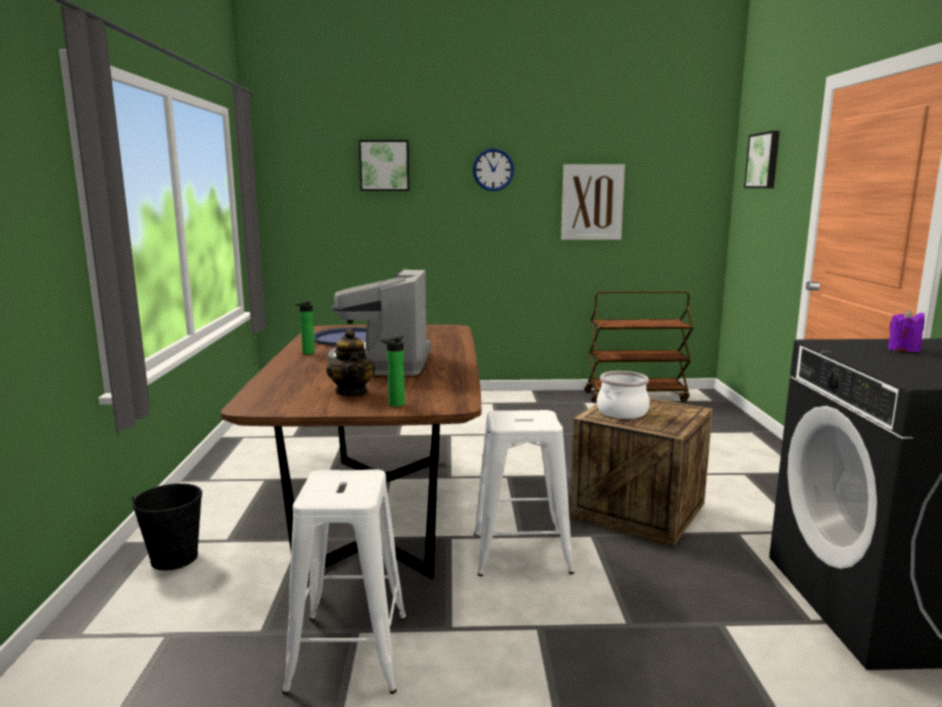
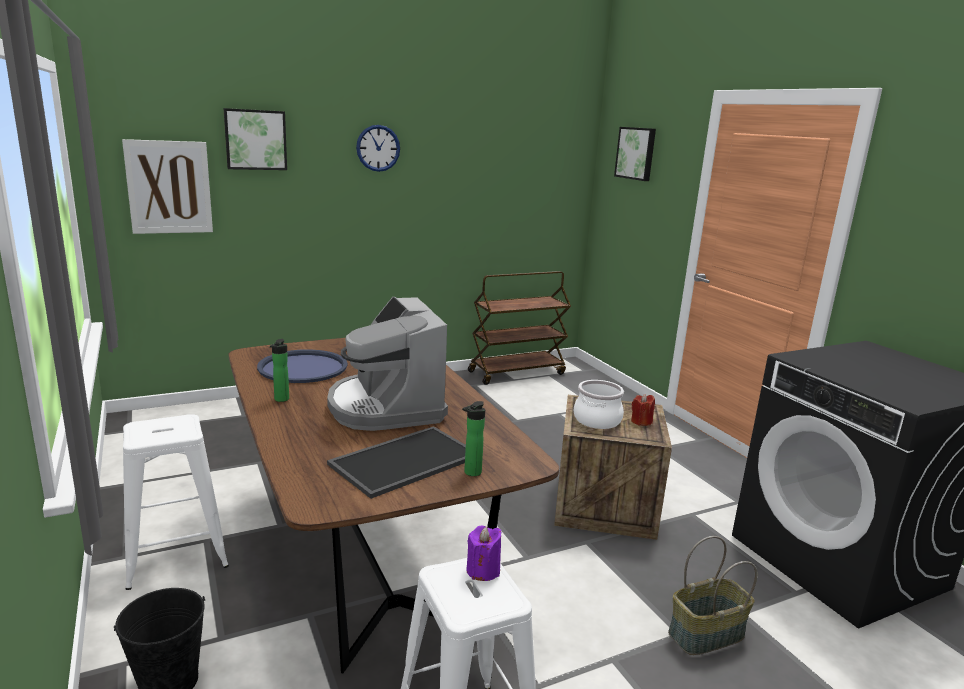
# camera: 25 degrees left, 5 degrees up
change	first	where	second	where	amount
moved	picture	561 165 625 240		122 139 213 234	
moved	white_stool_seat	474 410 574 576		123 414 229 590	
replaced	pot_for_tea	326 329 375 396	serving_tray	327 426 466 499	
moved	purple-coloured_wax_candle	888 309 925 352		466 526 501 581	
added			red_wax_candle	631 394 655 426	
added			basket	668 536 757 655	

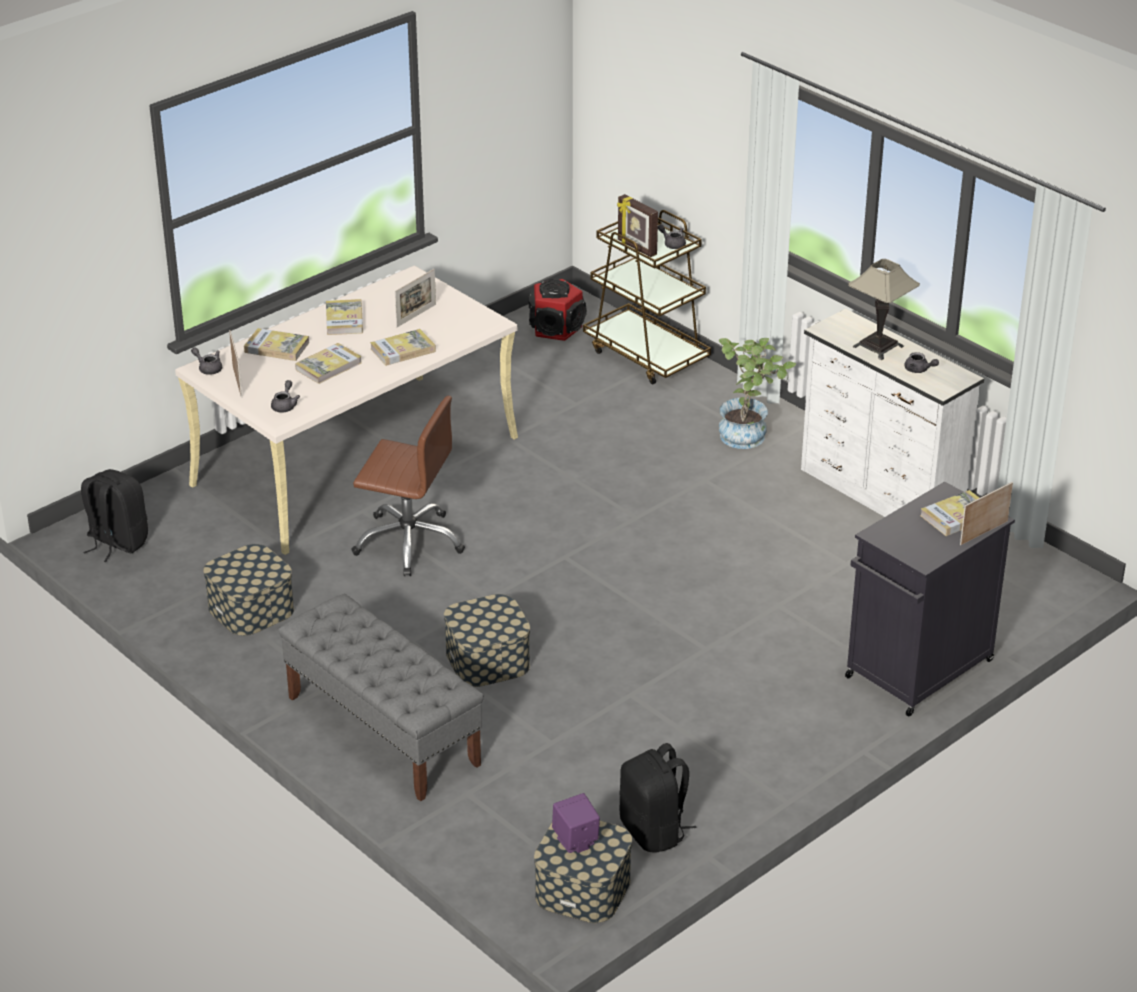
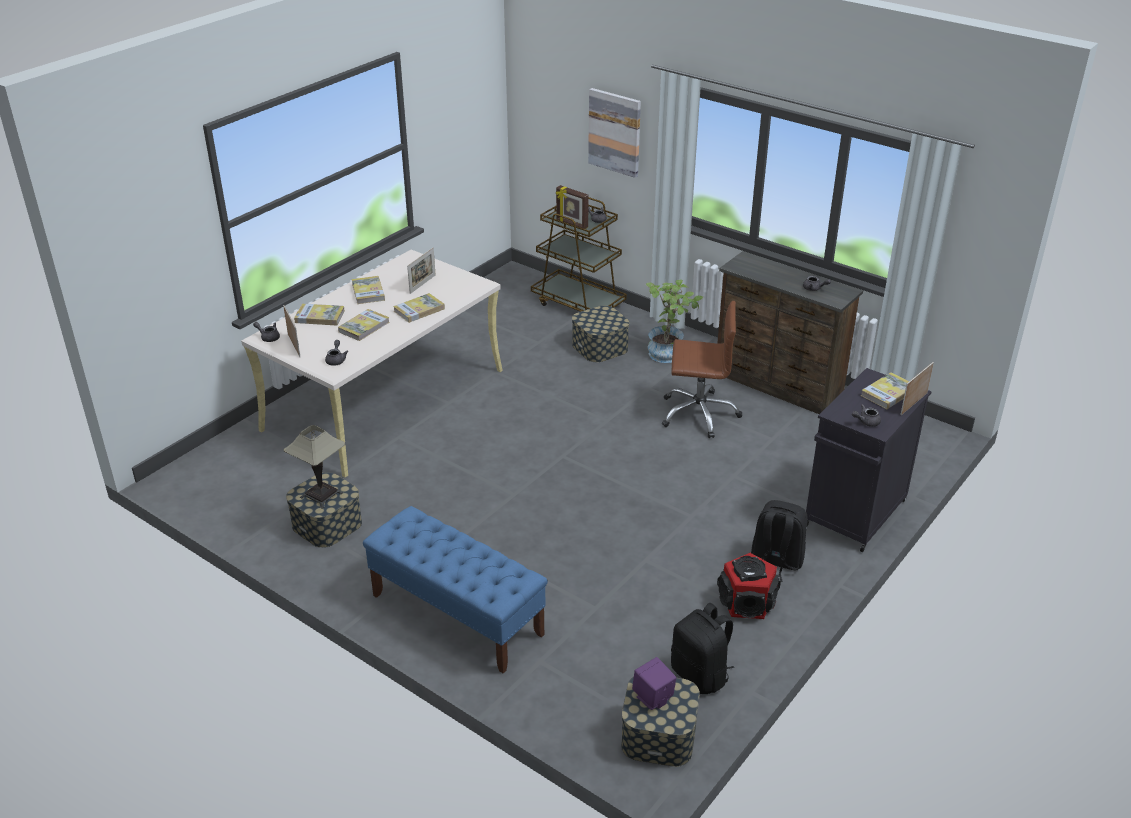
# camera: 10 degrees left, 0 degrees up
change	first	where	second	where	amount
moved	tabletop_lamp	848 259 920 360		284 425 345 509	
recoloured	gray_long_seat	278 594 484 802	bluish_long_seat	363 506 548 673	
moved	storage_container	444 594 530 687		572 306 630 362	
added			picture	588 88 641 178	
moved	brown_computer_chair	351 396 465 576		662 301 742 438	
recoloured	white_dresser	801 308 984 517	brown_dresser	717 251 863 414	
moved	speaker	529 279 587 341		717 553 781 619	
moved	black-coloured_rucksack	81 469 148 562		751 500 808 582	
added			gray_pot_for_tea	852 404 881 427	

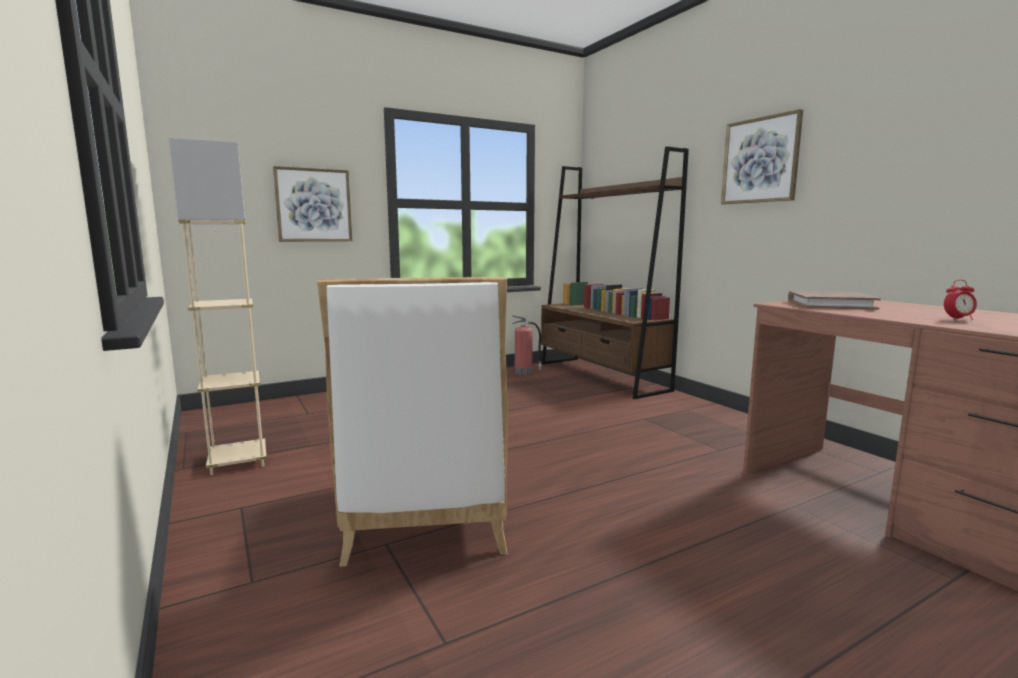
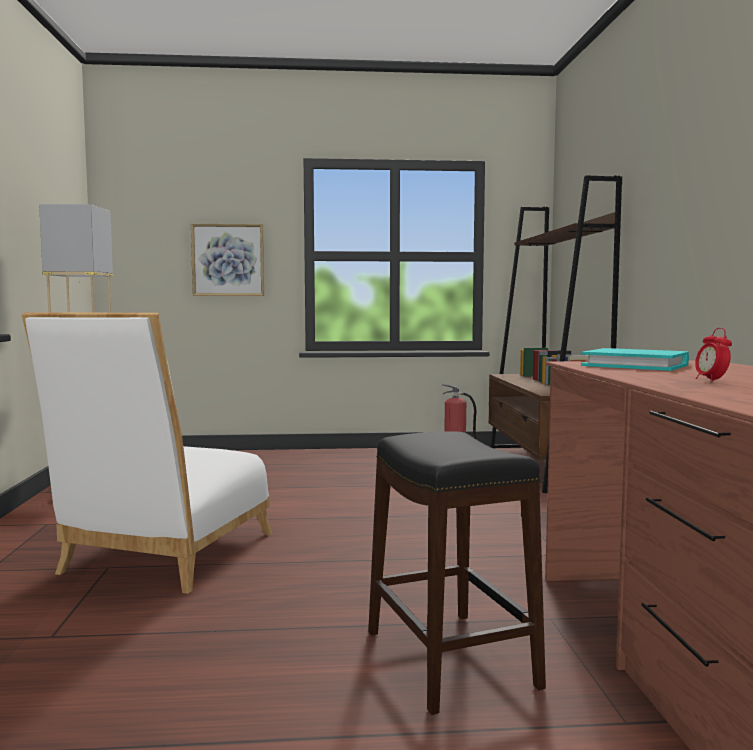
# camera: 25 degrees right, 5 degrees down
change	first	where	second	where	amount
added			black-coloured_stool_seat	368 431 546 715	
recoloured	brown_volume	788 291 881 310	blue-green_volume	581 348 689 371	
turned	alarm_clock	944 280 977 320		695 328 732 382	60 degrees clockwise
removed	picture	721 109 803 204			

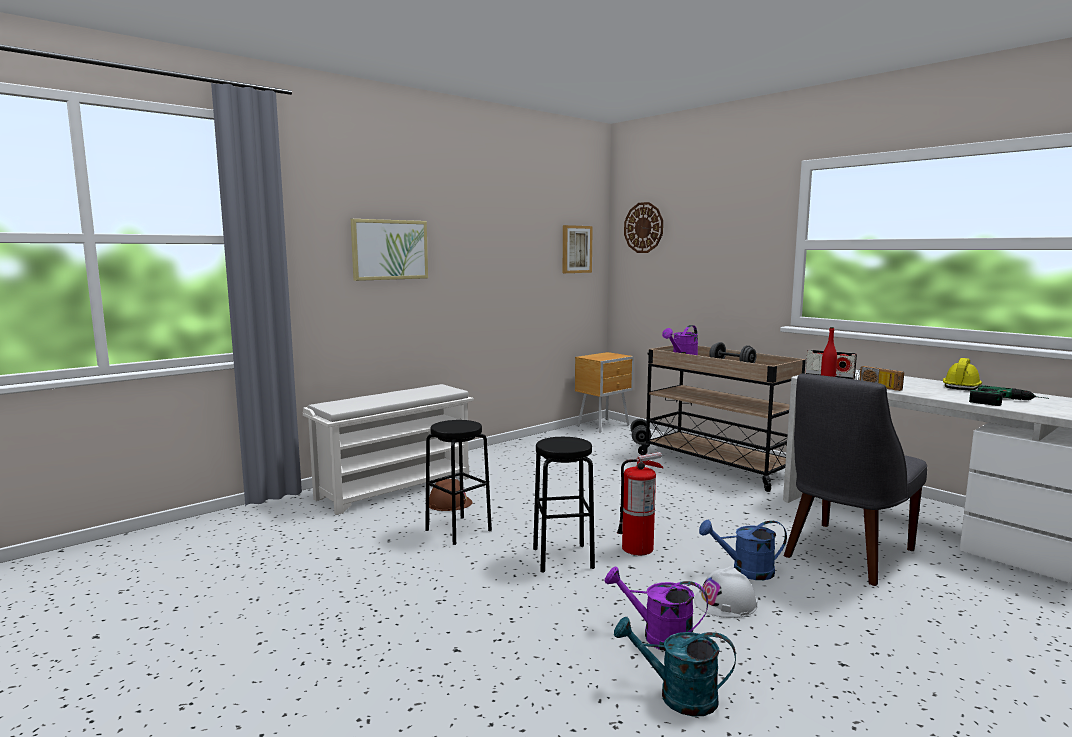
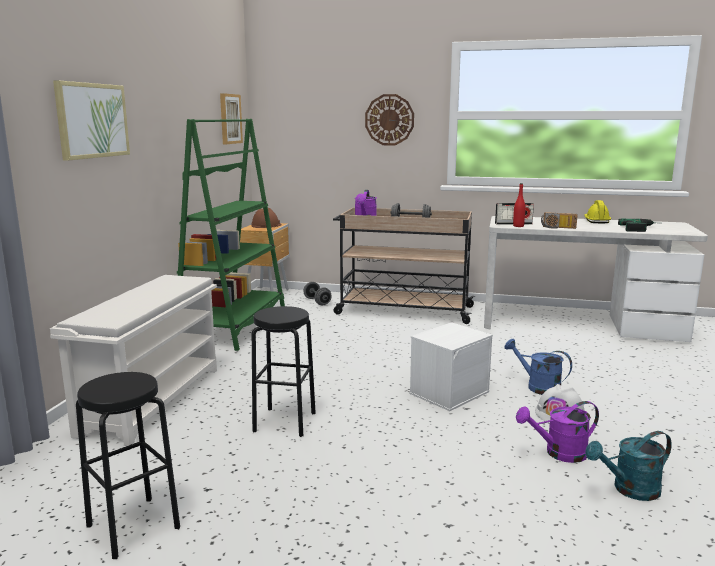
# camera: 35 degrees left, 5 degrees up
change	first	where	second	where	amount
moved	black-coloured_stool_seat	533 437 595 573		76 372 180 559	
added			greenish_shelving_unit	177 119 285 351	
moved	brown_safety_helmet	429 479 473 511		251 208 282 228	
moved	hanging_clock	624 202 663 253		365 94 414 145	
replaced	fire-fighting_cylinder	617 452 664 555	white_storage_container	409 322 493 411	
turned	bluish_watering_can	699 520 787 580		504 339 572 395	75 degrees clockwise
removed	gray_upright_chair	784 374 927 586			

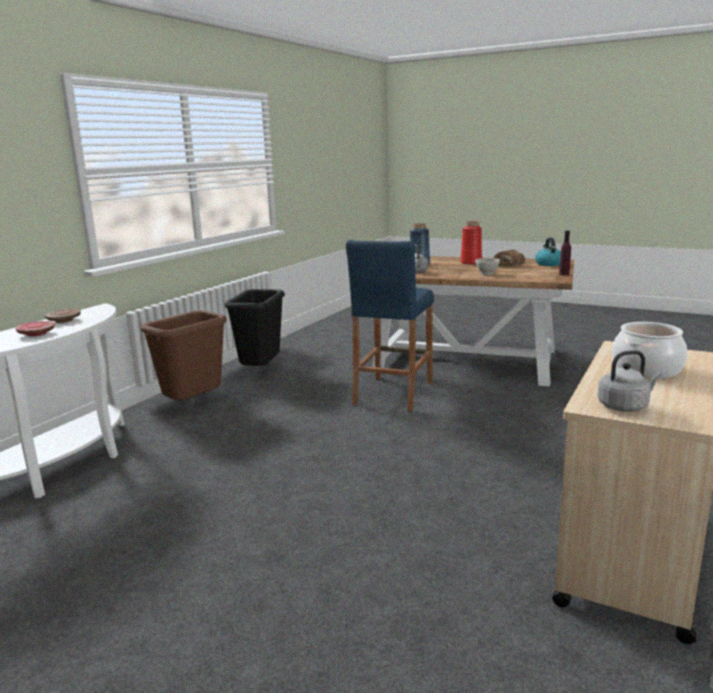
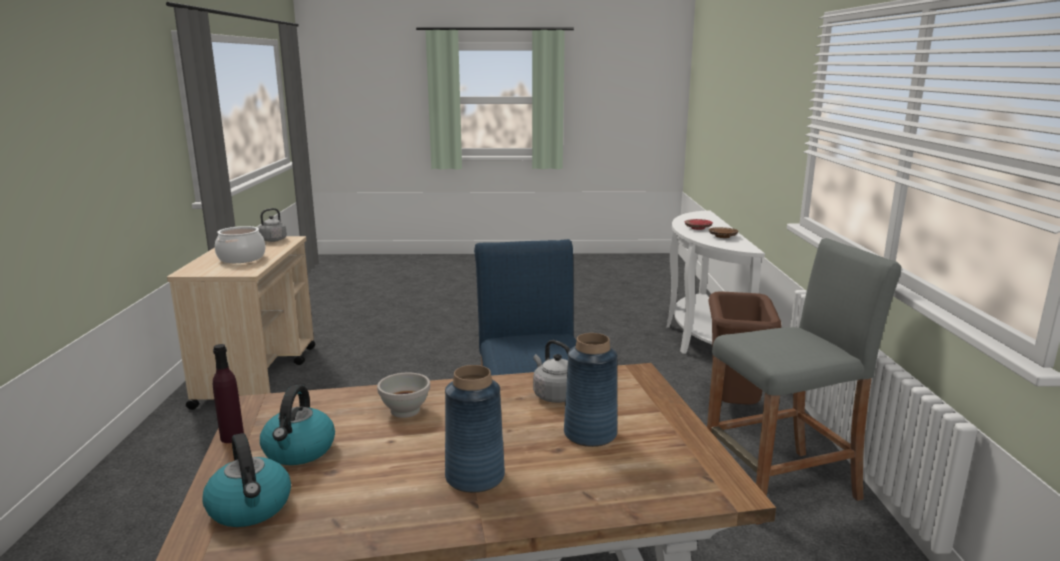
# camera: 150 degrees right, 0 degrees up
change	first	where	second	where	amount
added			water_kettle	260 385 335 465	
recoloured	red_decorative_vase	461 221 482 265	bluish_decorative_vase	445 365 505 493	
replaced	black-coloured_trash_can	224 289 285 366	gray_stool_seat	707 238 901 525	
removed	baked_bread	493 250 525 267			

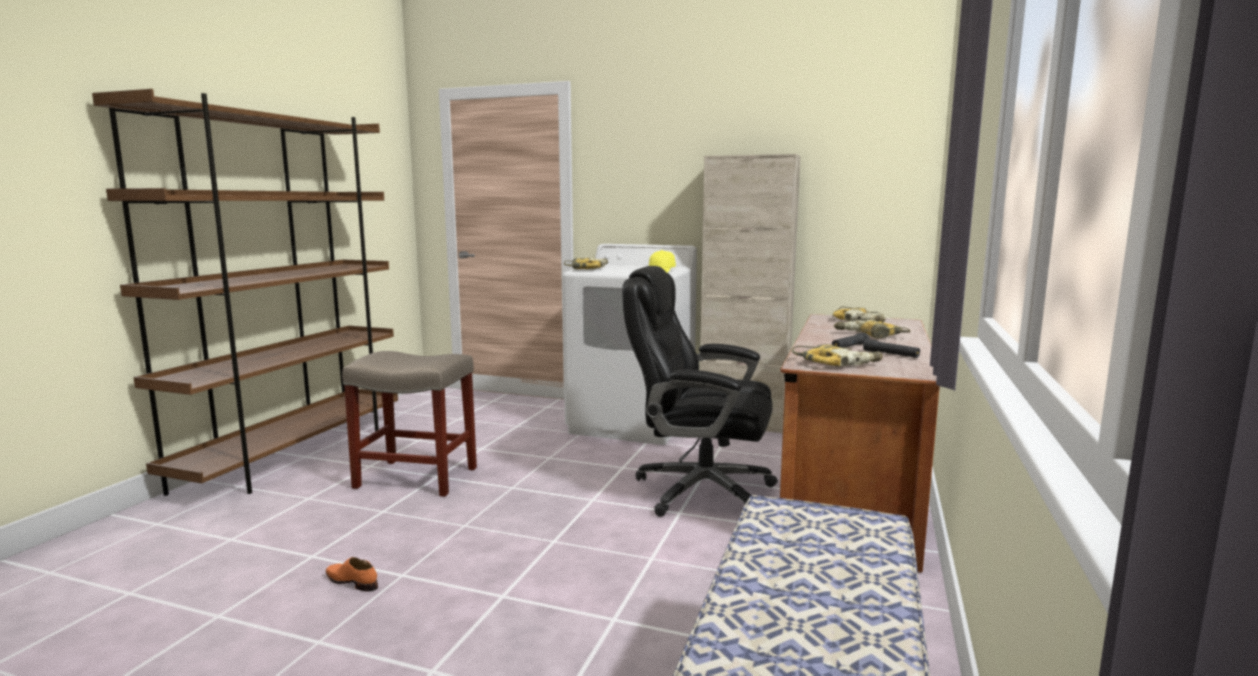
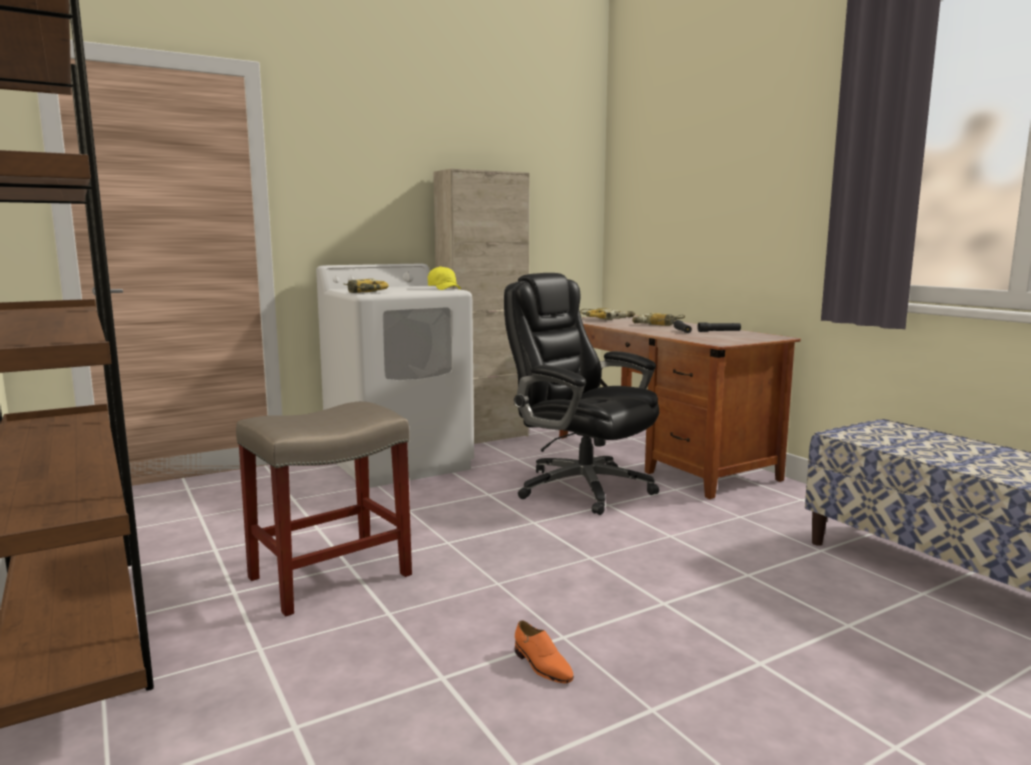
# camera: 50 degrees left, 0 degrees up
change	first	where	second	where	amount
turned	black-coloured_computer_chair	622 266 778 517		504 273 659 515	75 degrees clockwise
turned	orangey_low_shoe	326 557 378 592		515 620 574 683	105 degrees counterclockwise
removed	electric_drill	791 344 883 366			

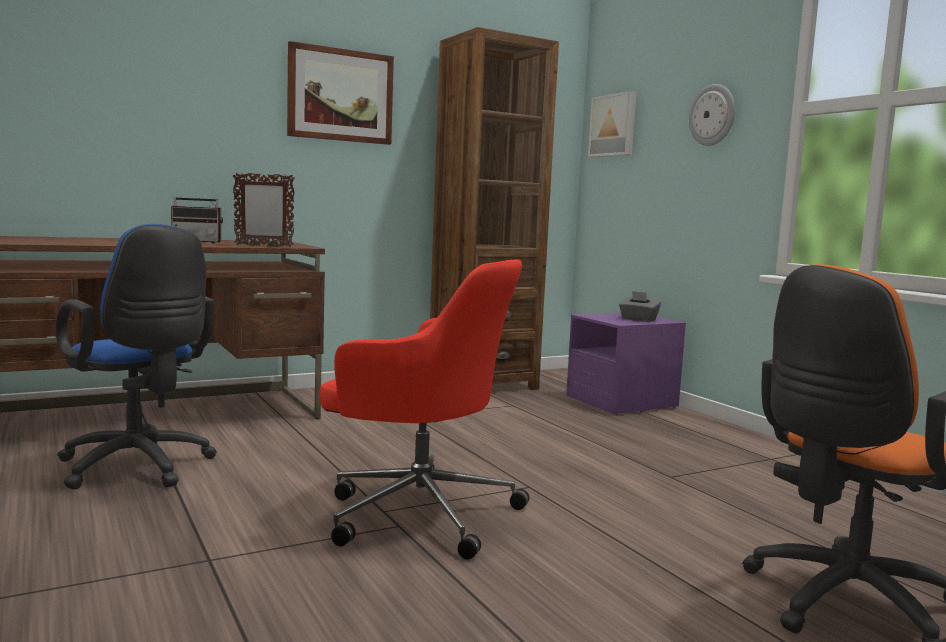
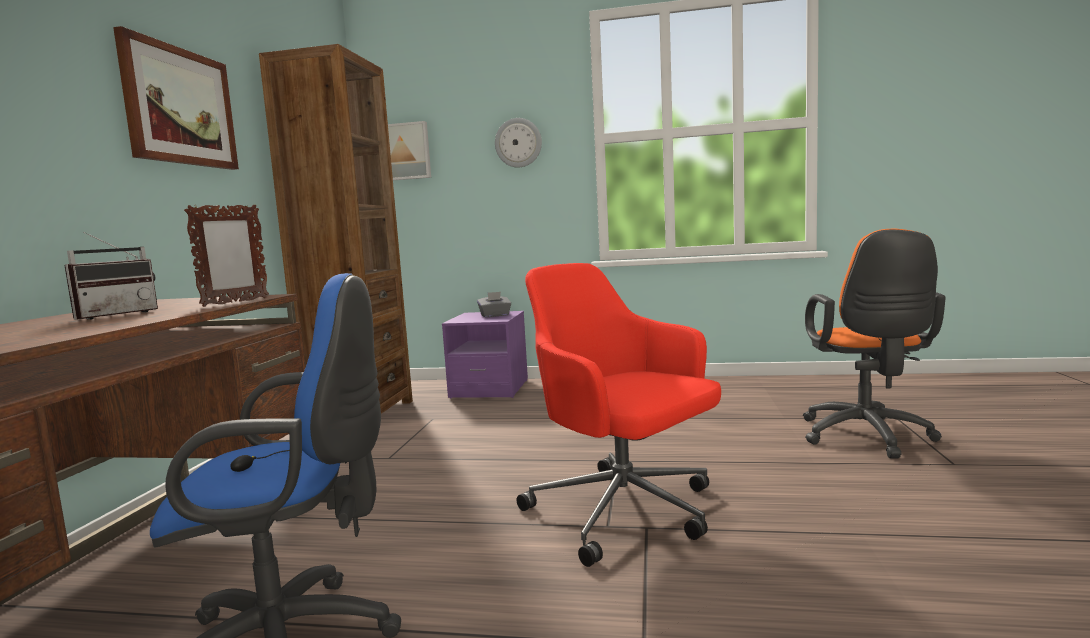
# camera: 50 degrees left, 0 degrees up
change	first	where	second	where	amount
turned	red_computer_chair	319 259 529 560		516 263 721 567	105 degrees counterclockwise

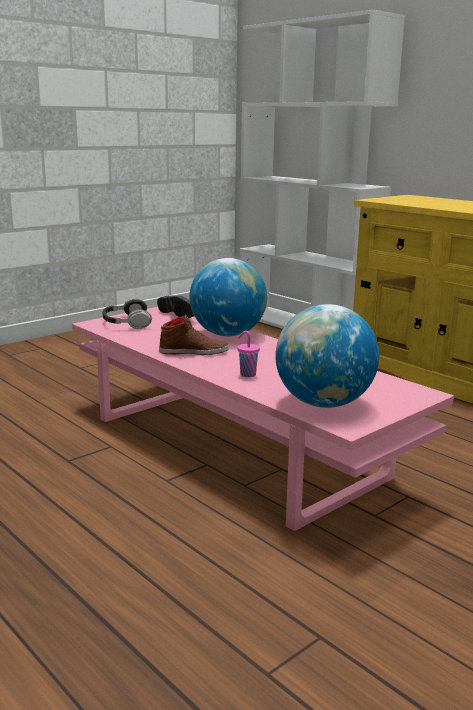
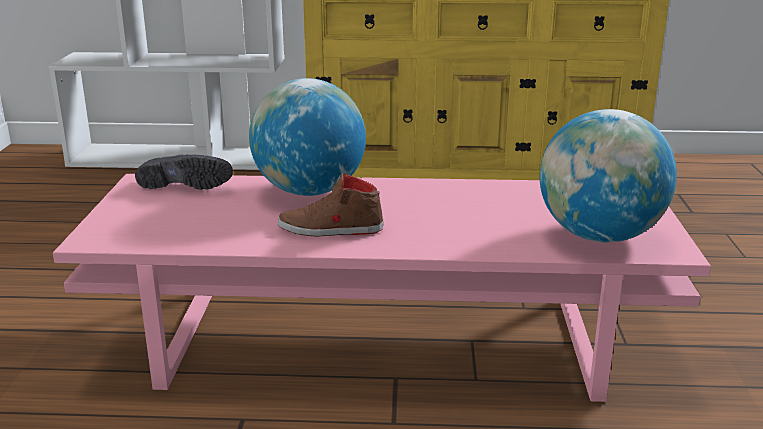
# camera: 45 degrees left, 5 degrees up
change	first	where	second	where	amount
turned	brown_low_shoe	159 315 229 355		278 173 384 237	135 degrees counterclockwise
removed	headset	103 298 152 329			
removed	pink_cup	237 331 260 377			

